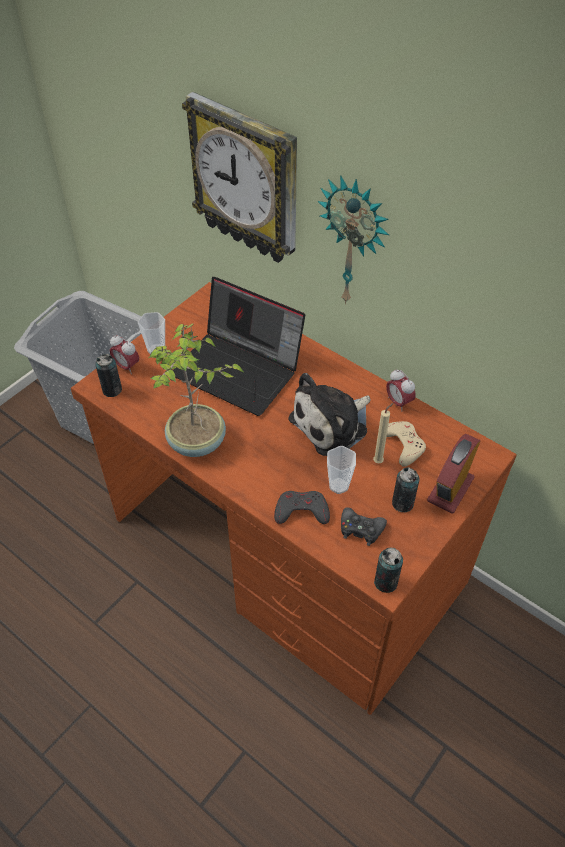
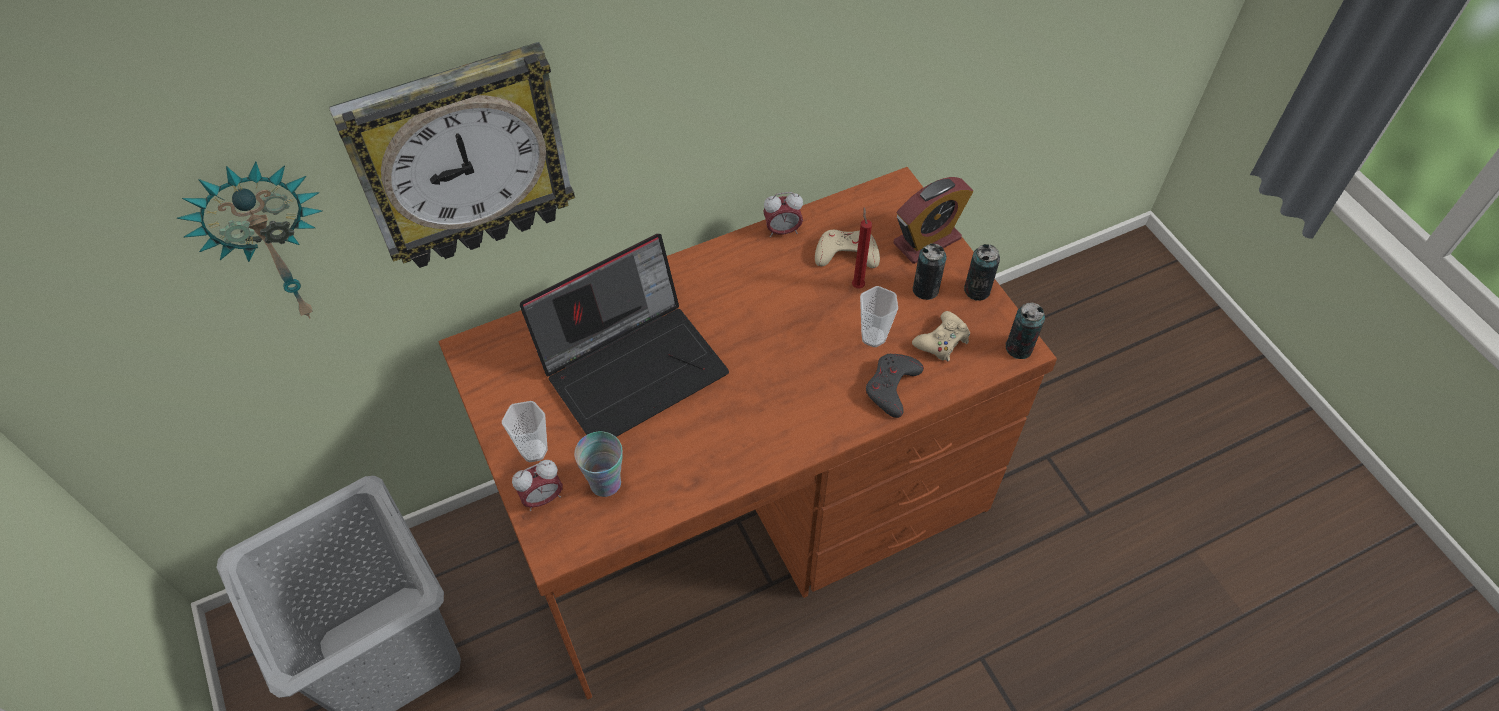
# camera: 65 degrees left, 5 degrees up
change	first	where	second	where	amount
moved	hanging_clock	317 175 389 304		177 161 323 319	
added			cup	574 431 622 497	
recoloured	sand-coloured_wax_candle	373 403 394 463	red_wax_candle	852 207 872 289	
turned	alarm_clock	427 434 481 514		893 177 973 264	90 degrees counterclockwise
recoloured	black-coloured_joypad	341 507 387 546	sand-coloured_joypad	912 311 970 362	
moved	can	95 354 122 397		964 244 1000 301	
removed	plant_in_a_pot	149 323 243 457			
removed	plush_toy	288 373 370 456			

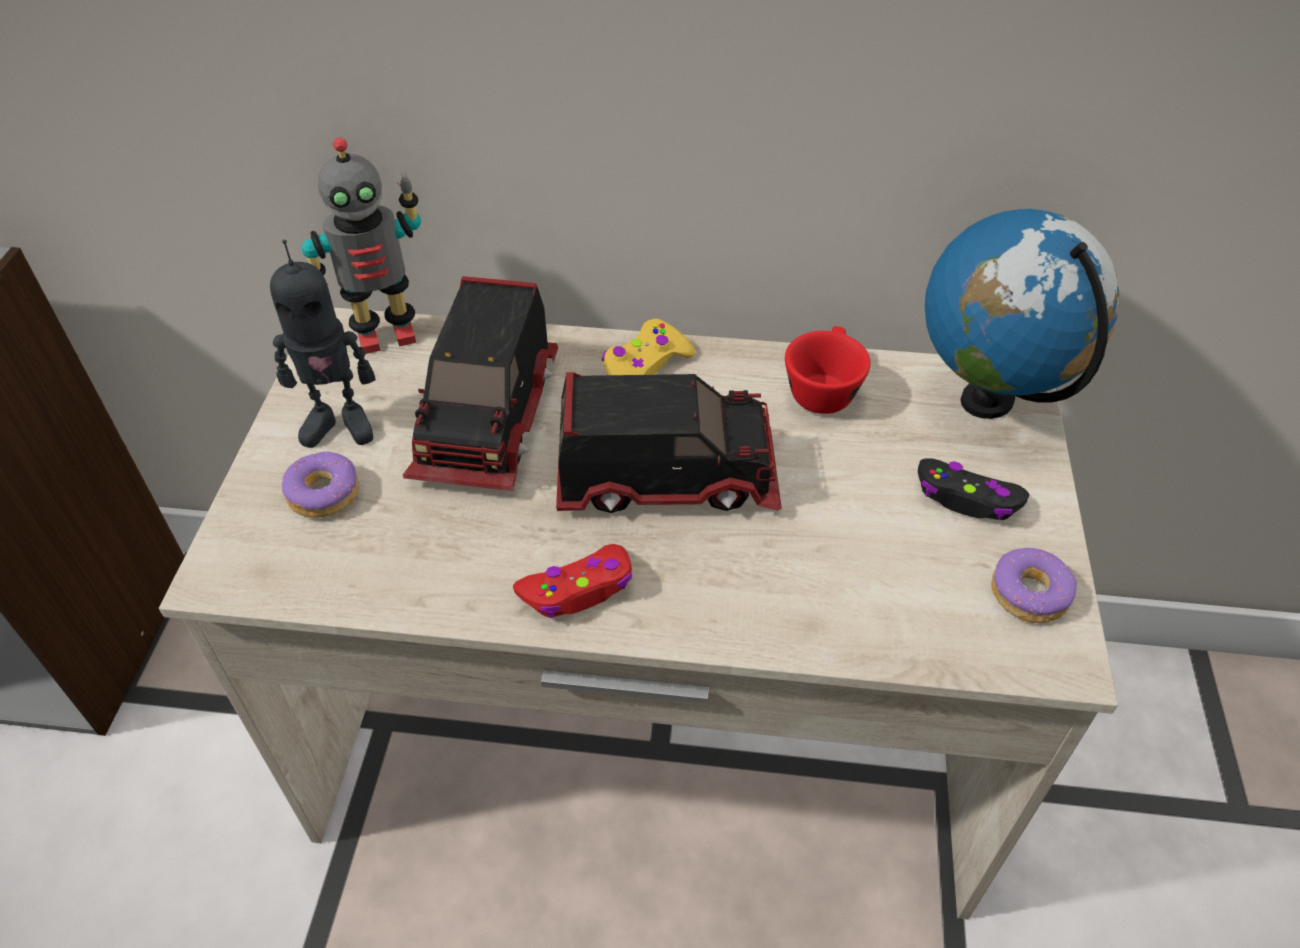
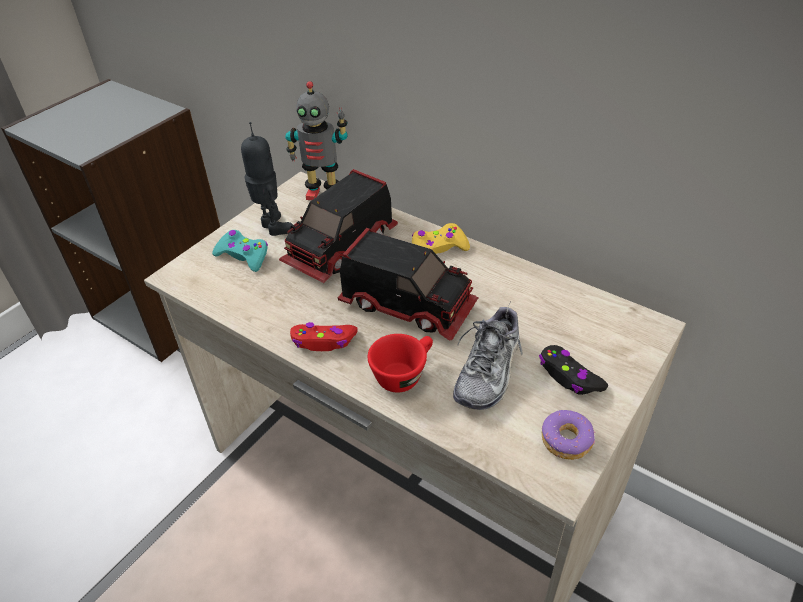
# camera: 30 degrees right, 5 degrees down
change	first	where	second	where	amount
replaced	doughnut	282 452 359 518	blue-green_joypad	212 230 268 272	
turned	toy_robot	270 240 376 448		241 122 293 236	150 degrees counterclockwise
moved	red_cup	785 326 871 414		368 334 433 392	
added			low_shoe	453 304 522 410	
removed	globe	925 209 1120 419			

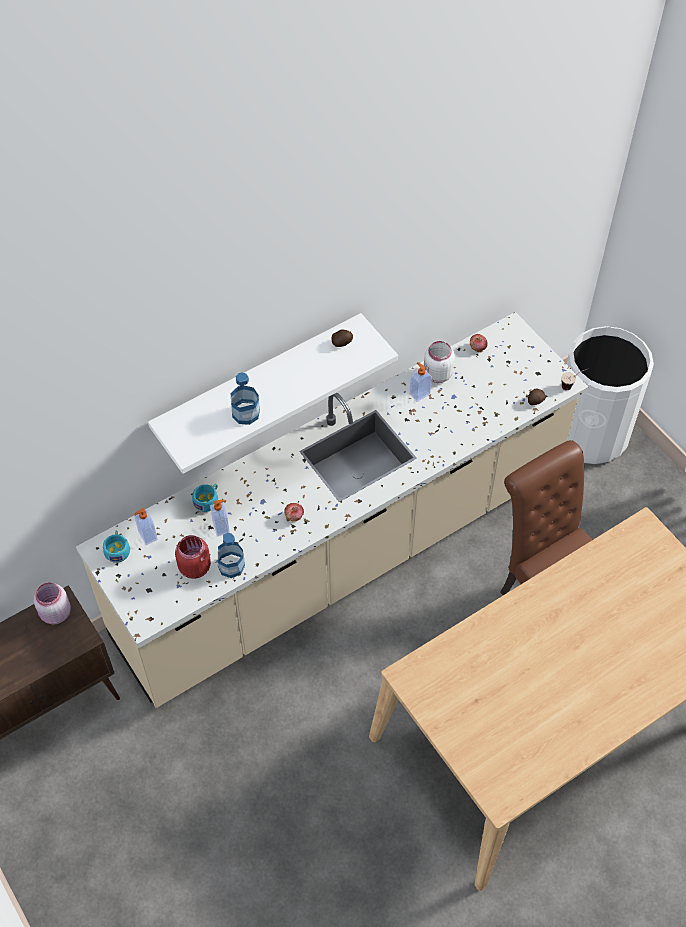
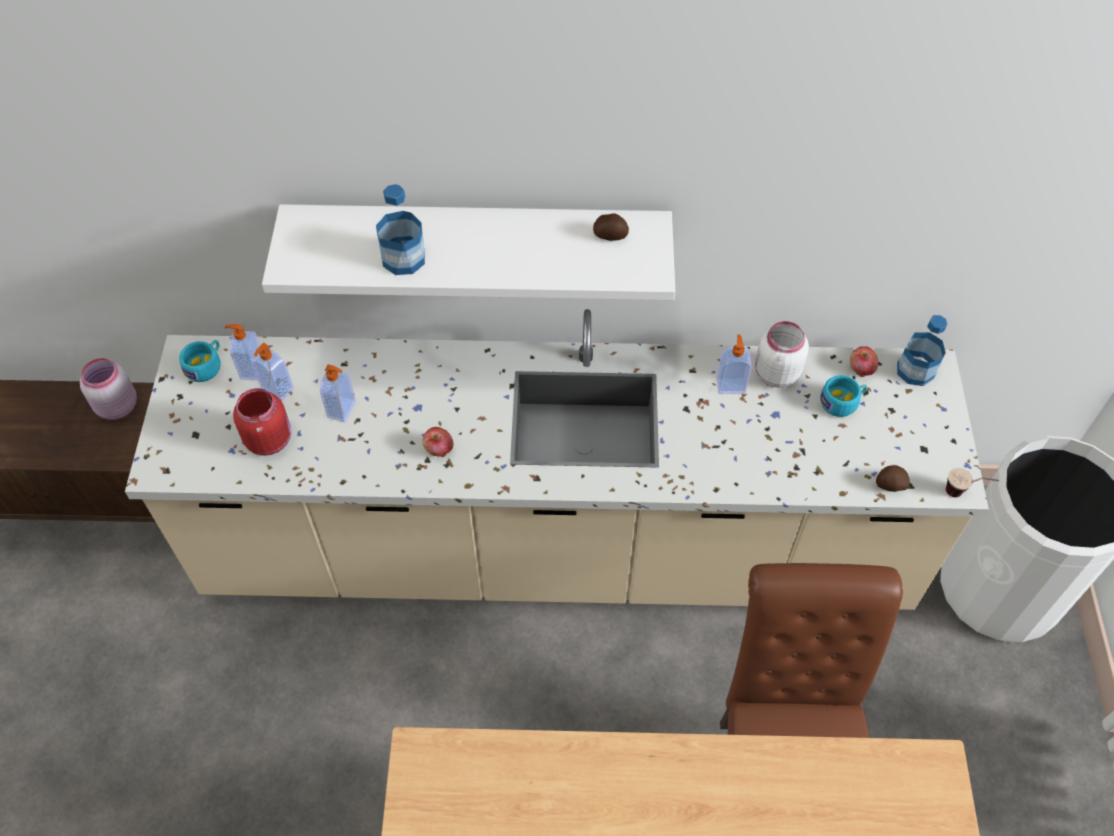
# camera: 35 degrees right, 0 degrees up
change	first	where	second	where	amount
added			liquid_soap_bottle	252 343 294 401	
moved	blue-green_cup	192 484 218 512		820 375 867 417	
moved	beverage_bottle	218 533 245 578		897 315 947 386	

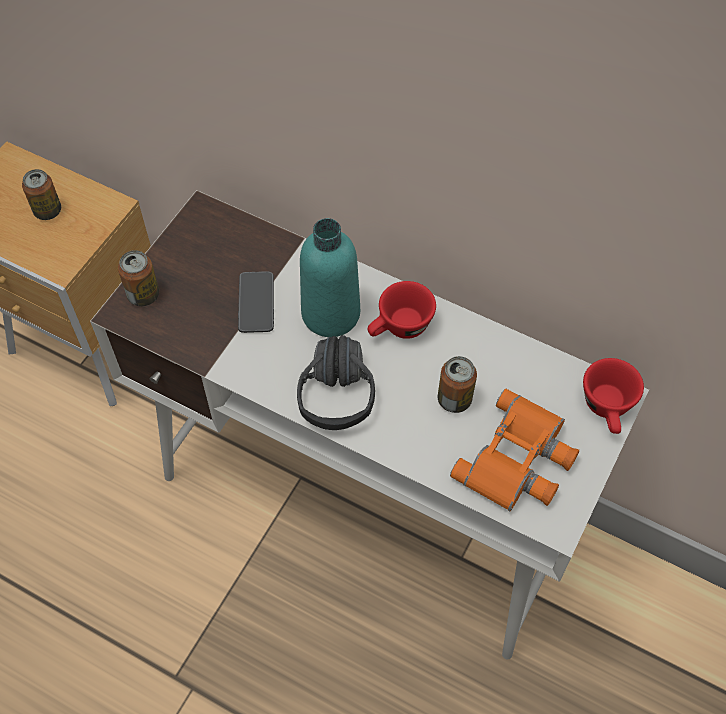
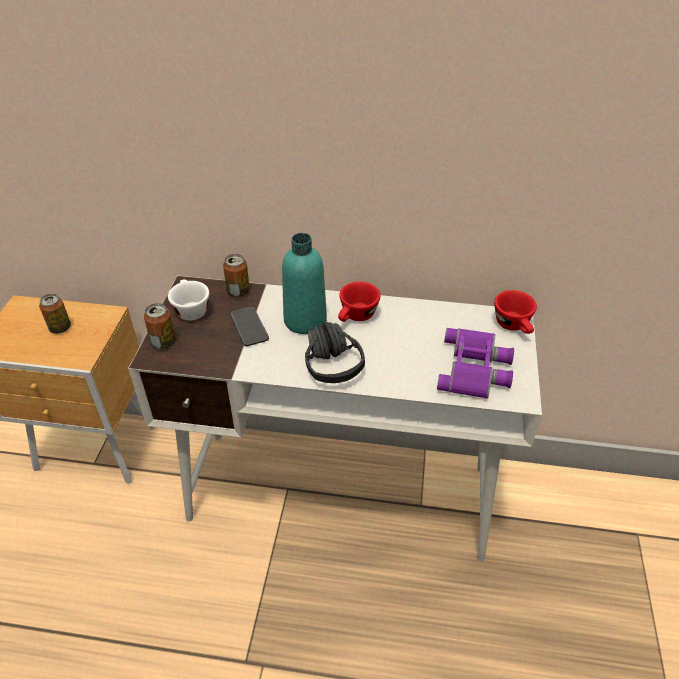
# camera: 20 degrees left, 15 degrees down
change	first	where	second	where	amount
added			white_cup	168 279 209 320	
moved	can	438 356 477 413		223 254 250 297	
recoloured	orangey_field_glasses	450 389 579 511	purple-coloured_field_glasses	437 328 514 399	

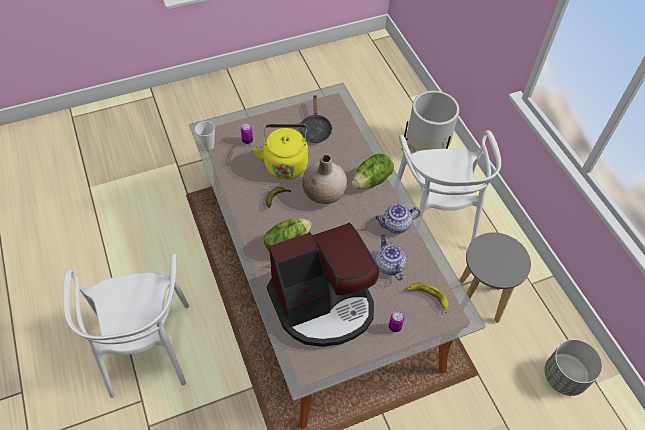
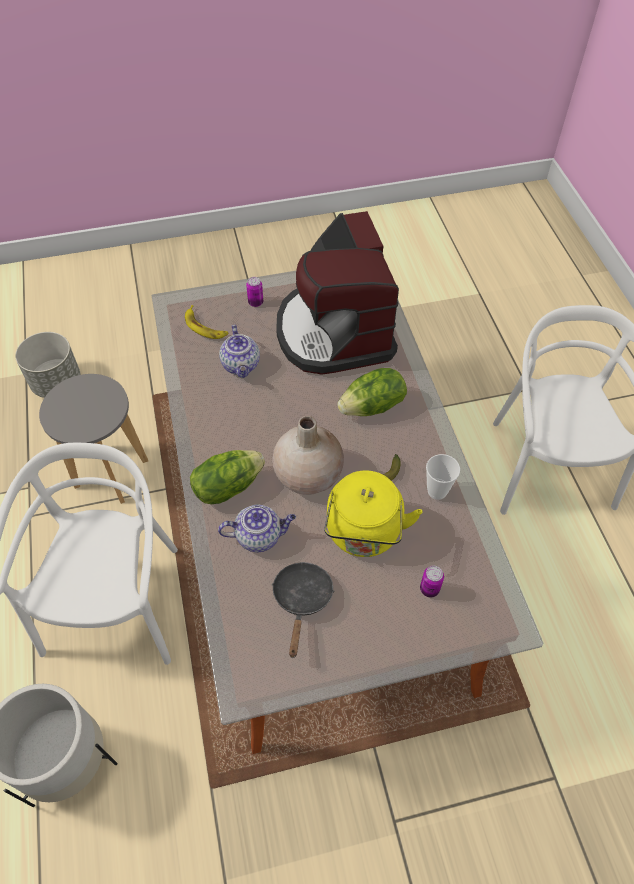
# camera: 170 degrees left, 0 degrees up
change	first	where	second	where	amount
moved	pot_for_tea	375 204 421 234		218 505 296 552	
turned	coffee_machine	267 222 379 347		276 211 399 375	90 degrees counterclockwise
moved	cup	195 121 215 150		426 454 460 500	

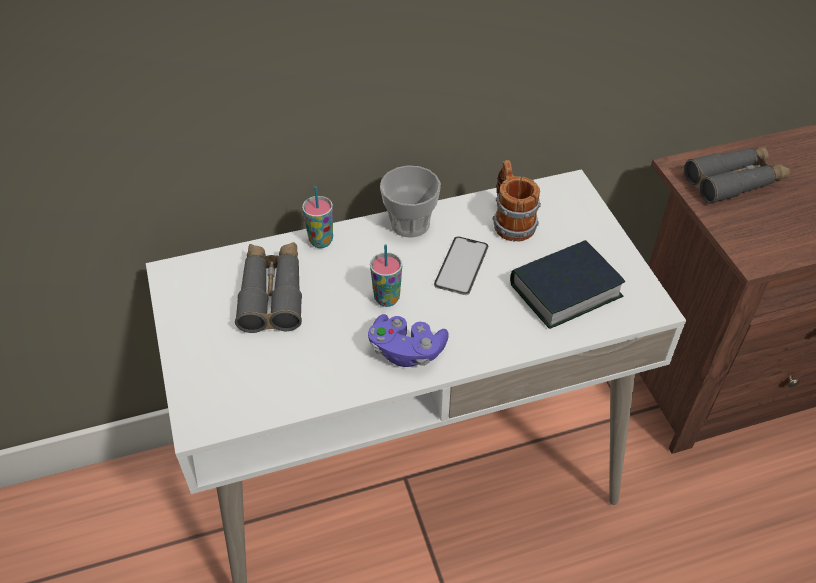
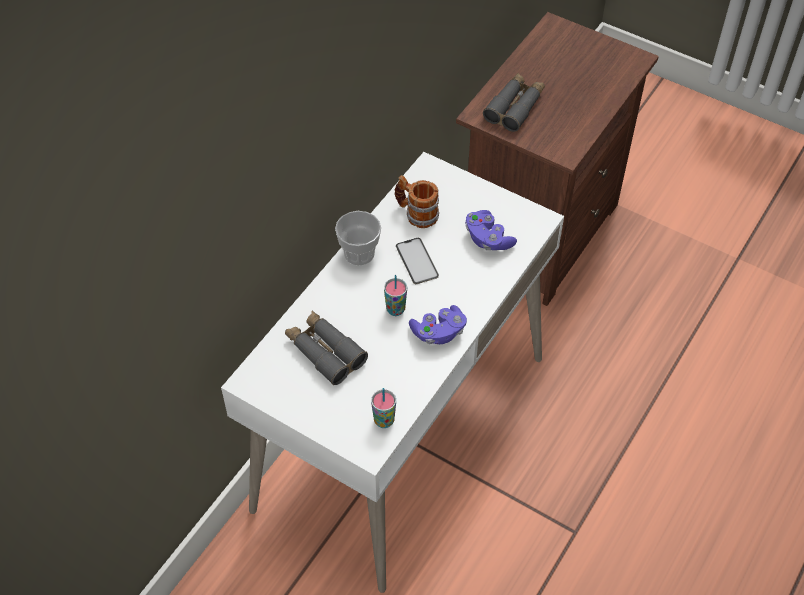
# camera: 40 degrees left, 5 degrees up
change	first	where	second	where	amount
moved	cup	302 186 333 248		371 388 396 428	
replaced	volume	510 240 625 329	purple-coloured_joypad	465 210 517 250	

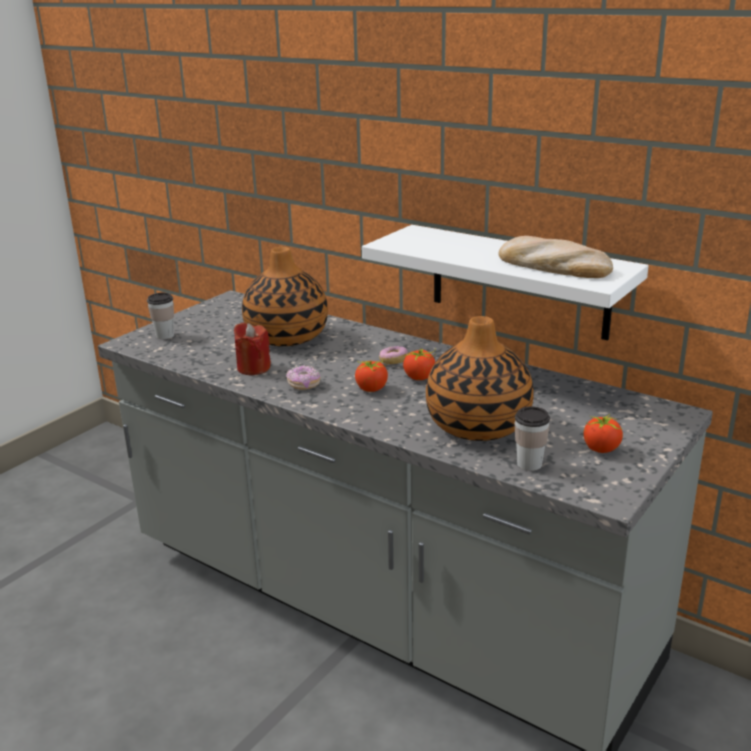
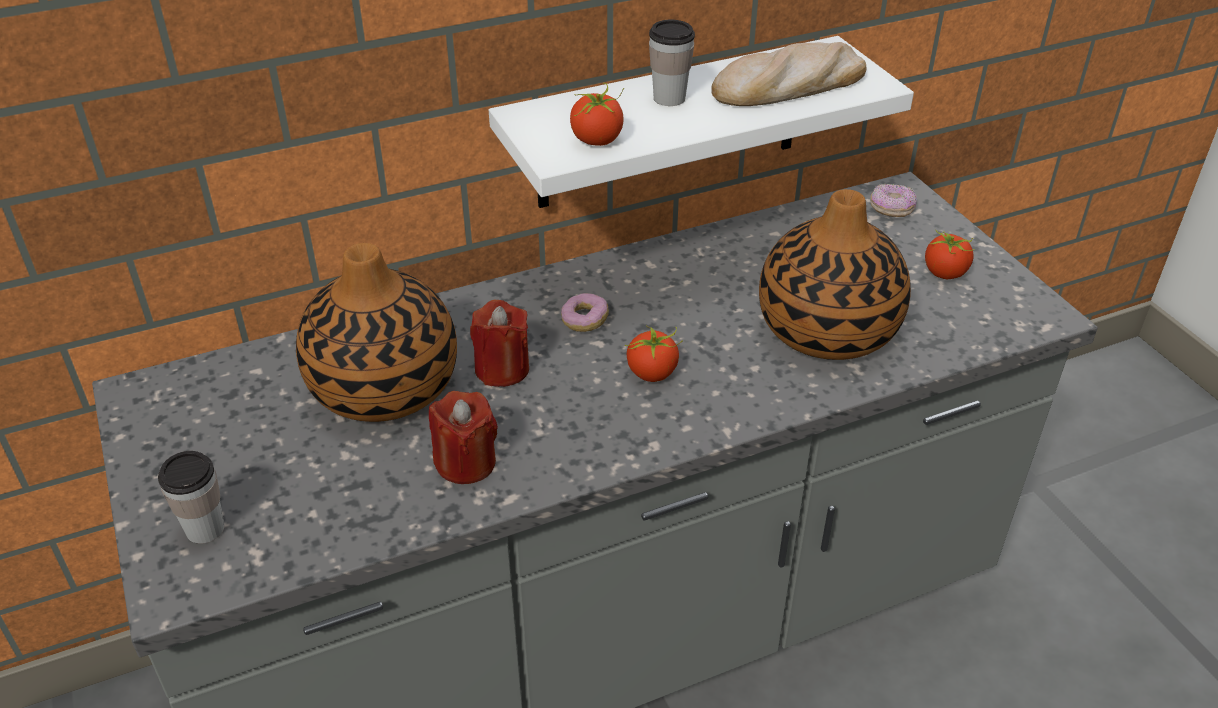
# camera: 60 degrees left, 15 degrees up
change	first	where	second	where	amount
added			red_wax_candle	470 300 529 387	
moved	tomato	403 348 436 380		570 83 624 146	
moved	cup	514 406 550 471		649 20 695 106	
moved	doughnut	286 365 321 390		870 184 917 217	

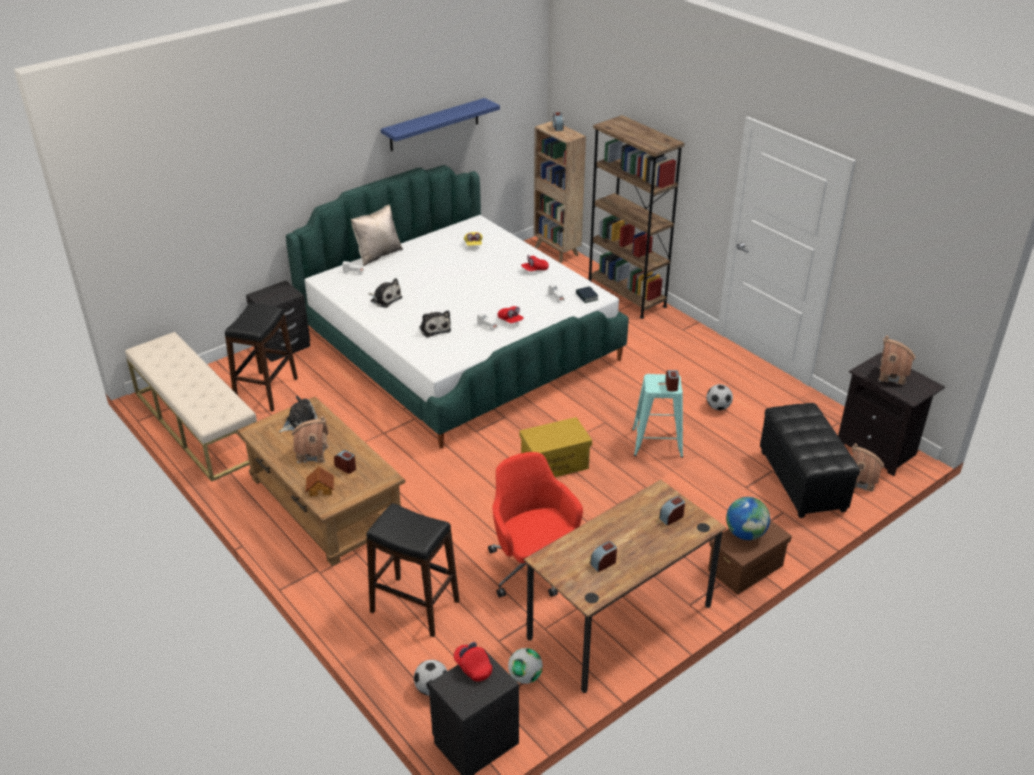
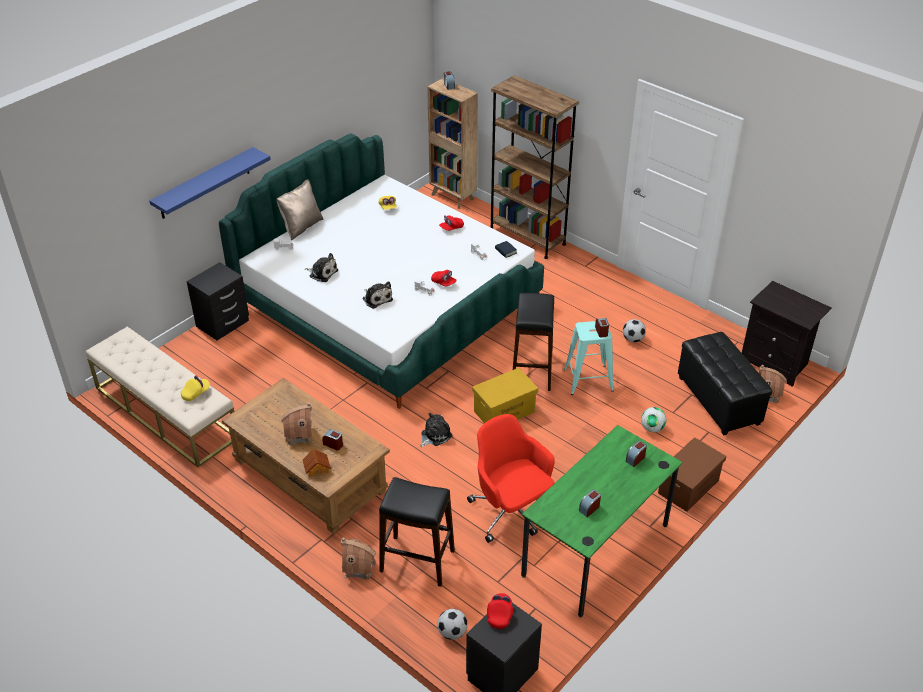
# camera: 10 degrees left, 5 degrees up
change	first	where	second	where	amount
moved	bluish_bracket_shelf	381 98 500 151		149 147 271 219	
added			yellow_cap	181 375 210 401	
moved	miniature_house	878 336 916 385		340 537 376 580	
moved	plush_toy	279 396 317 433		420 413 453 447	
turned	red_cap	454 642 492 682		487 593 513 629	60 degrees clockwise
moved	black-coloured_stool_seat	225 303 298 412		513 293 554 391	
recoloured	brown_desk	524 479 727 693	greenish_desk	521 425 682 617	
moved	football	508 648 543 684		641 407 667 432	
removed	globe	726 497 770 540			

